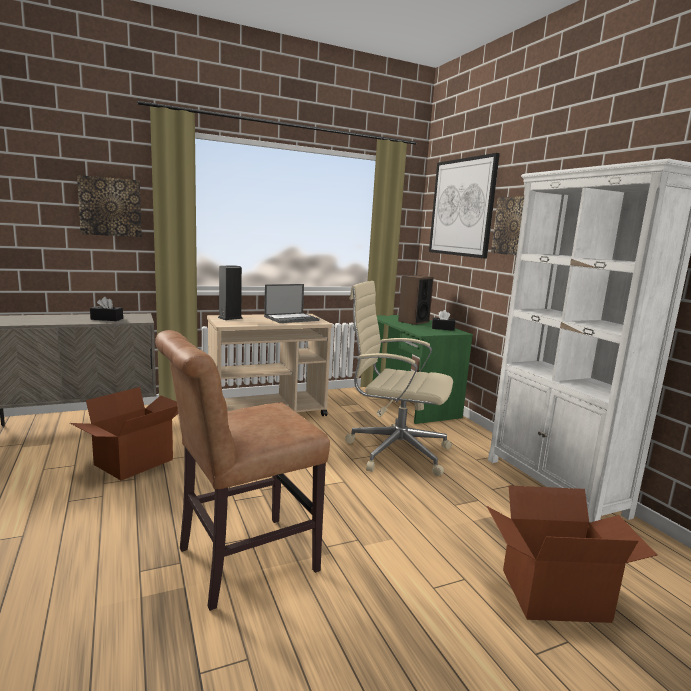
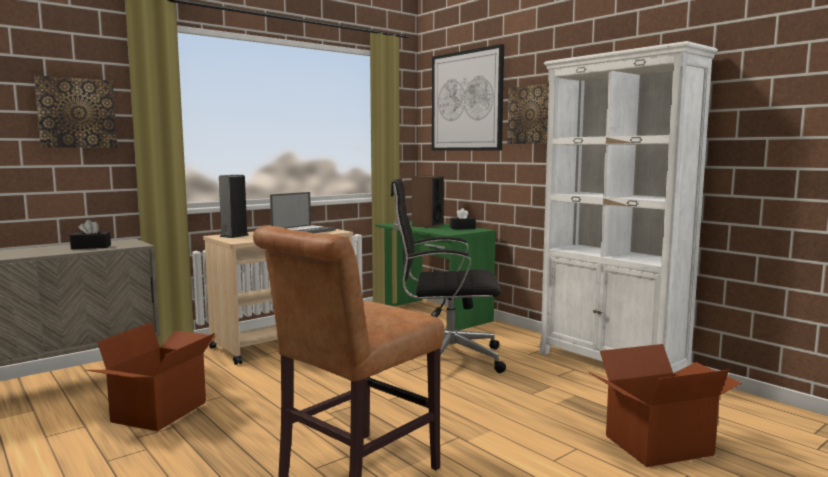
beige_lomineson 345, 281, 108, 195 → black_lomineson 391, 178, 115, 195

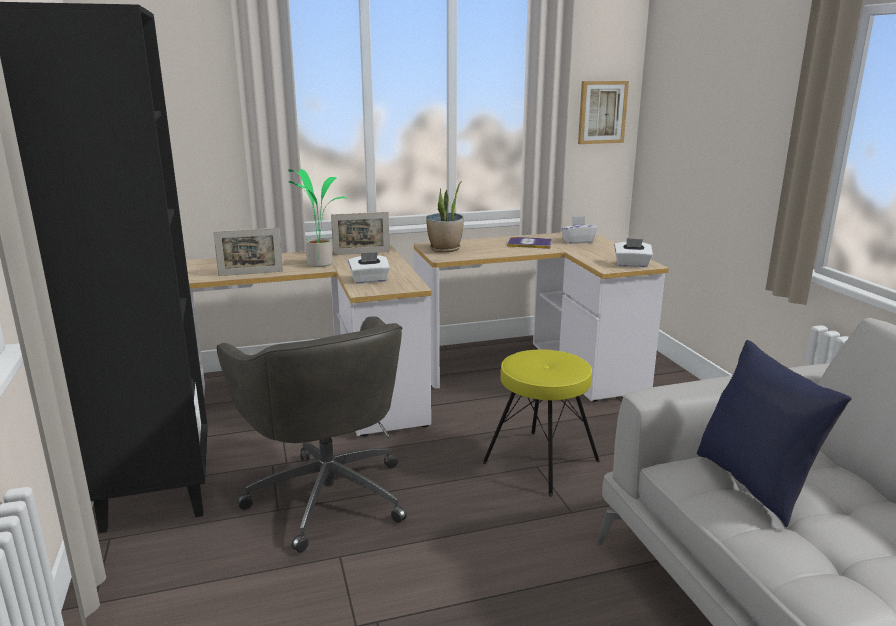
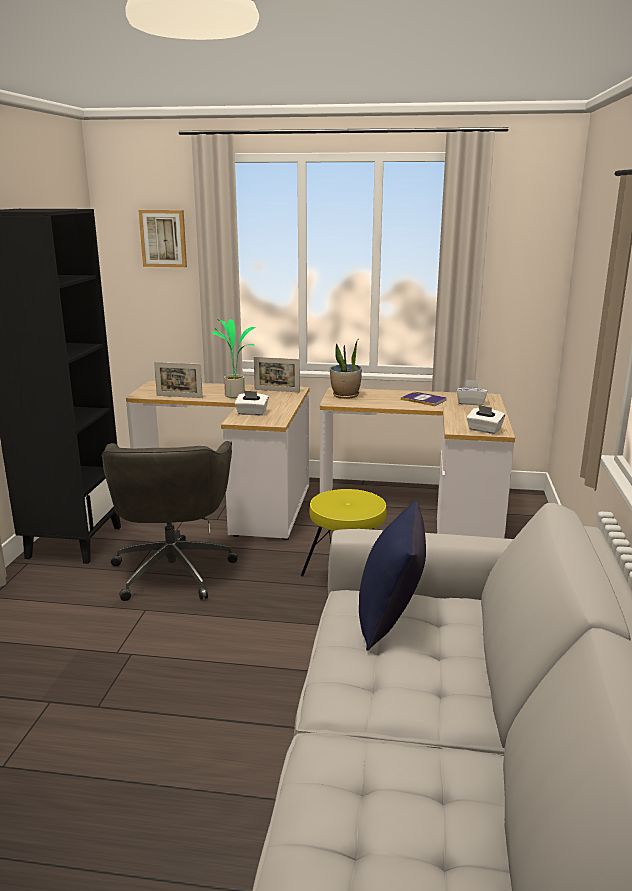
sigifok 578, 81, 51, 63 → sigifok 138, 210, 49, 57, shifted

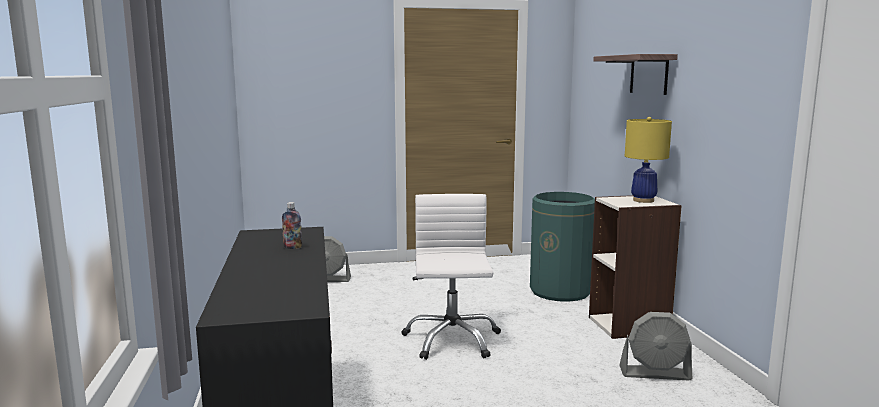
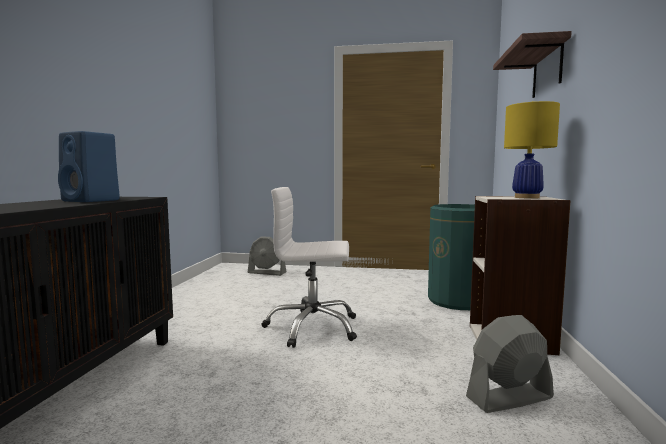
white_lomineson 402, 194, 99, 166 → white_lomineson 261, 187, 96, 161, 105 degrees counterclockwise
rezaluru 282, 202, 20, 47 → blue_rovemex 58, 131, 62, 71
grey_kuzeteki 619, 312, 73, 69 → grey_kuzeteki 466, 315, 88, 98, 135 degrees clockwise

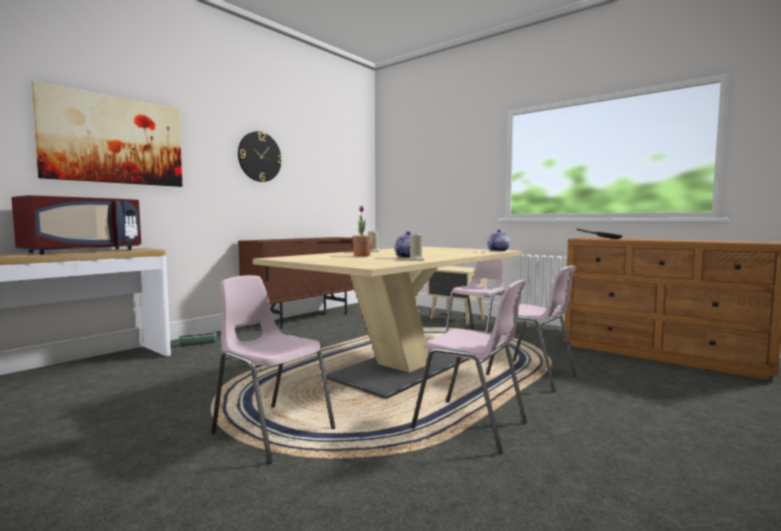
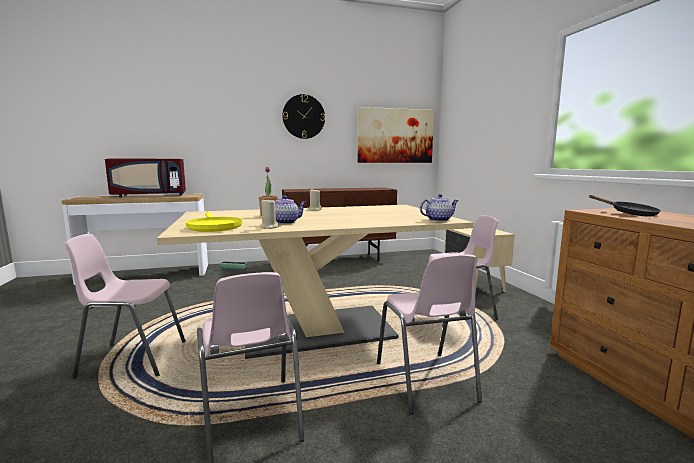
sigifok 31, 81, 151, 106 → sigifok 357, 107, 77, 56, shifted
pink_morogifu 211, 275, 124, 189 → pink_morogifu 64, 234, 122, 144, 75 degrees counterclockwise
- → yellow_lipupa 186, 212, 56, 20

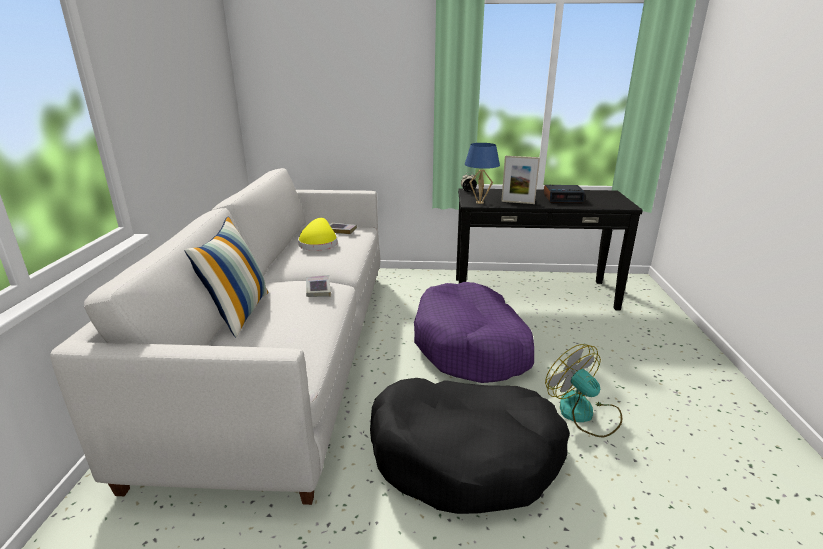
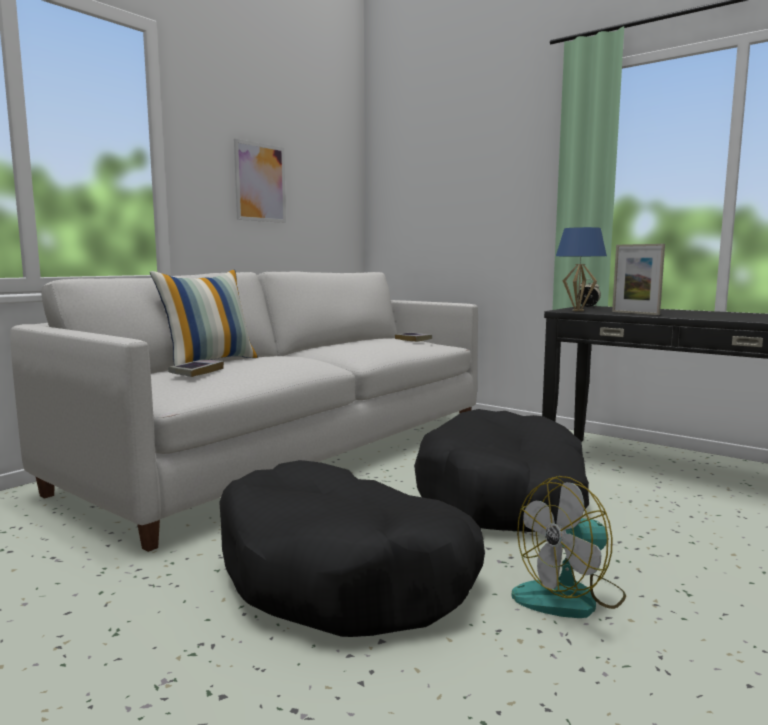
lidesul 543, 185, 42, 19 → -
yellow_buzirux 298, 218, 40, 33 → -
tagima 306, 275, 25, 22 → tagima 168, 360, 56, 17, shifted
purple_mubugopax 414, 282, 120, 101 → black_mubugopax 414, 409, 175, 123
kuzeteki 545, 344, 77, 93 → kuzeteki 512, 476, 114, 142, 120 degrees counterclockwise
- → sigifok 234, 139, 52, 84

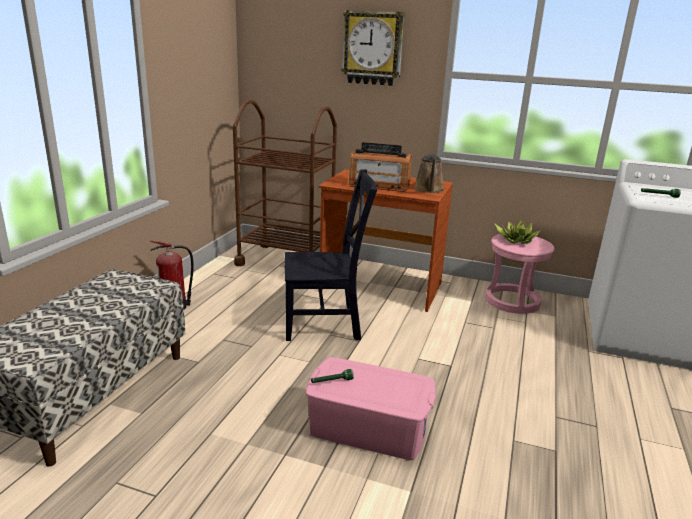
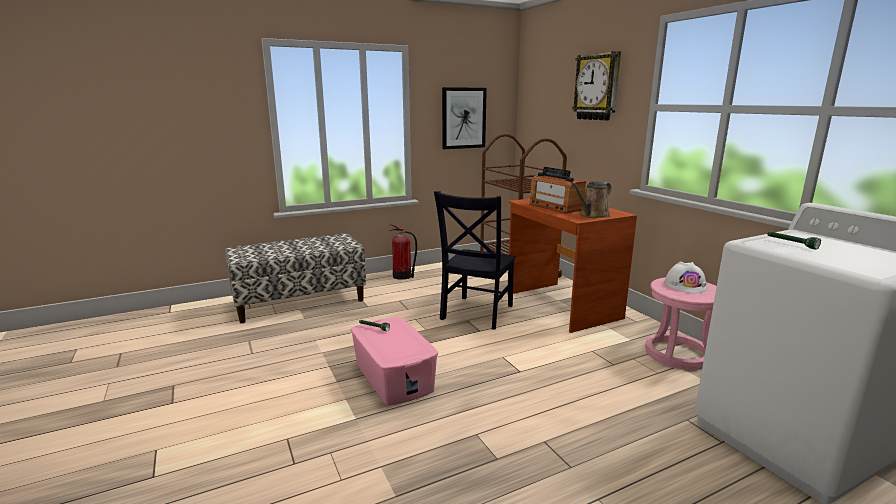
black_morogifu 284, 169, 94, 172 → black_morogifu 434, 191, 82, 139, 75 degrees clockwise
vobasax 494, 220, 46, 24 → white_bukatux 664, 262, 43, 31
- → sigifok 442, 87, 45, 62

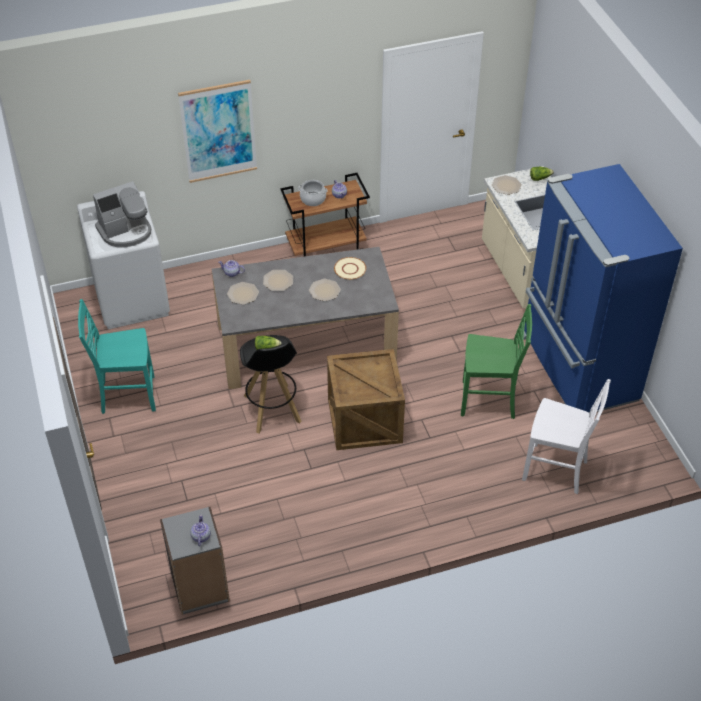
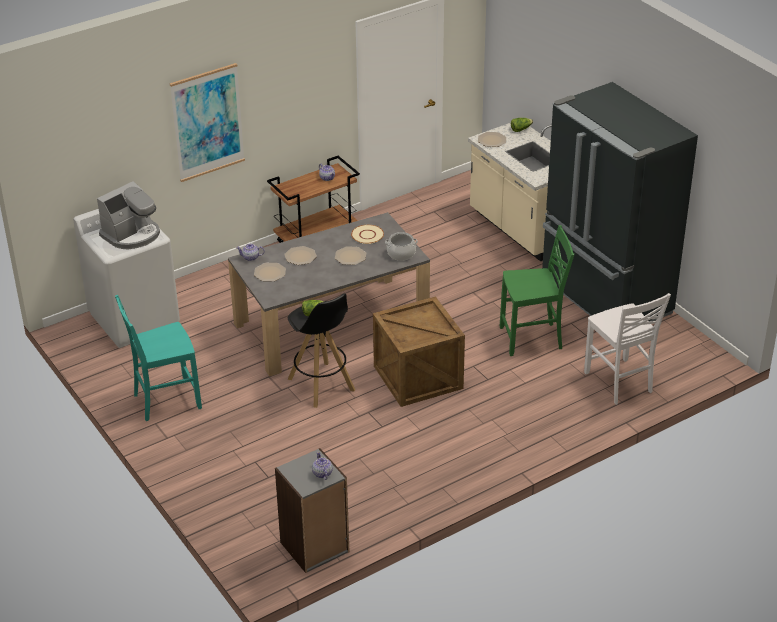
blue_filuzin 523, 164, 160, 249 → black_filuzin 542, 82, 156, 239
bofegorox 298, 180, 30, 26 → bofegorox 385, 232, 33, 29, shifted
white_morogifu 522, 379, 89, 115 → white_morogifu 584, 293, 87, 112, 60 degrees clockwise

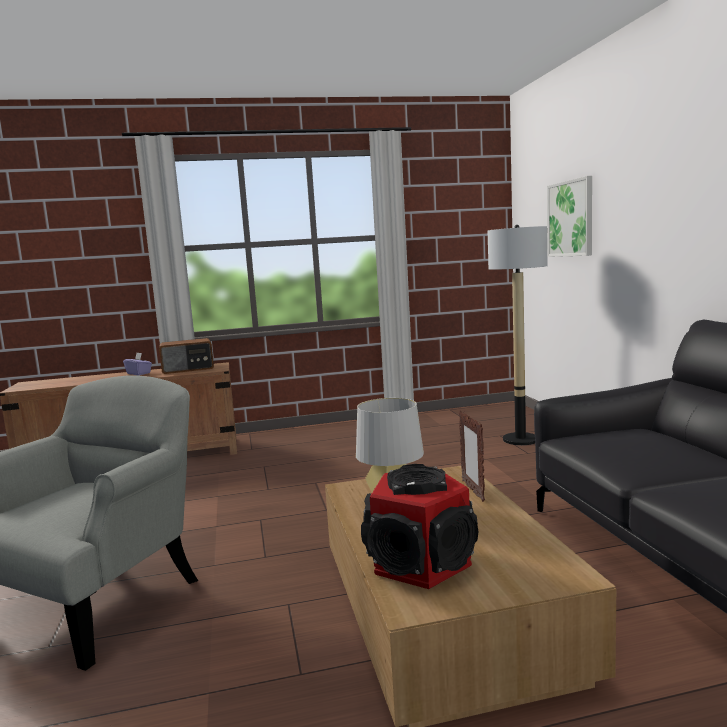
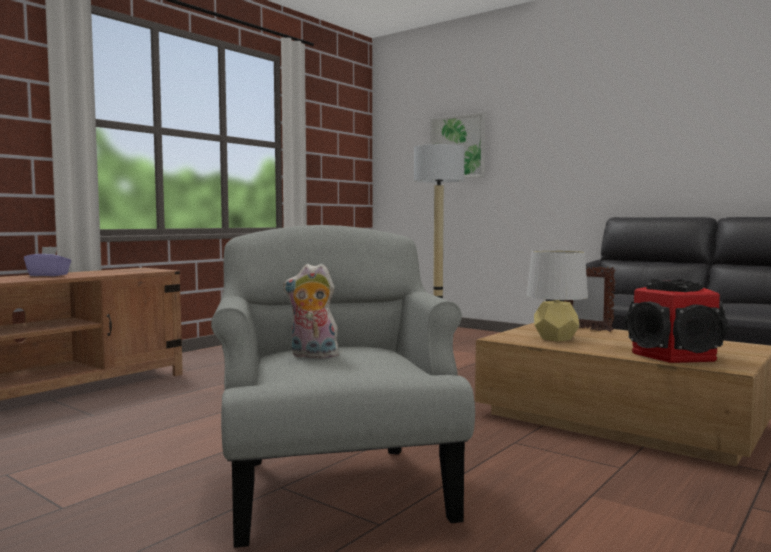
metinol 159, 338, 55, 36 → -
- → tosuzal 283, 263, 56, 97

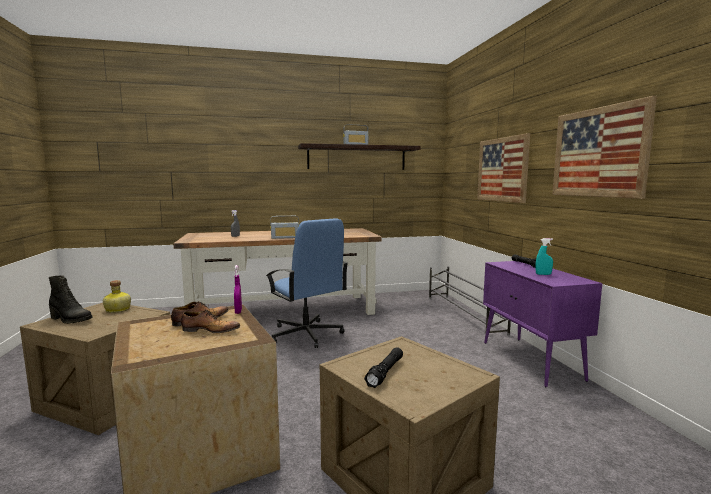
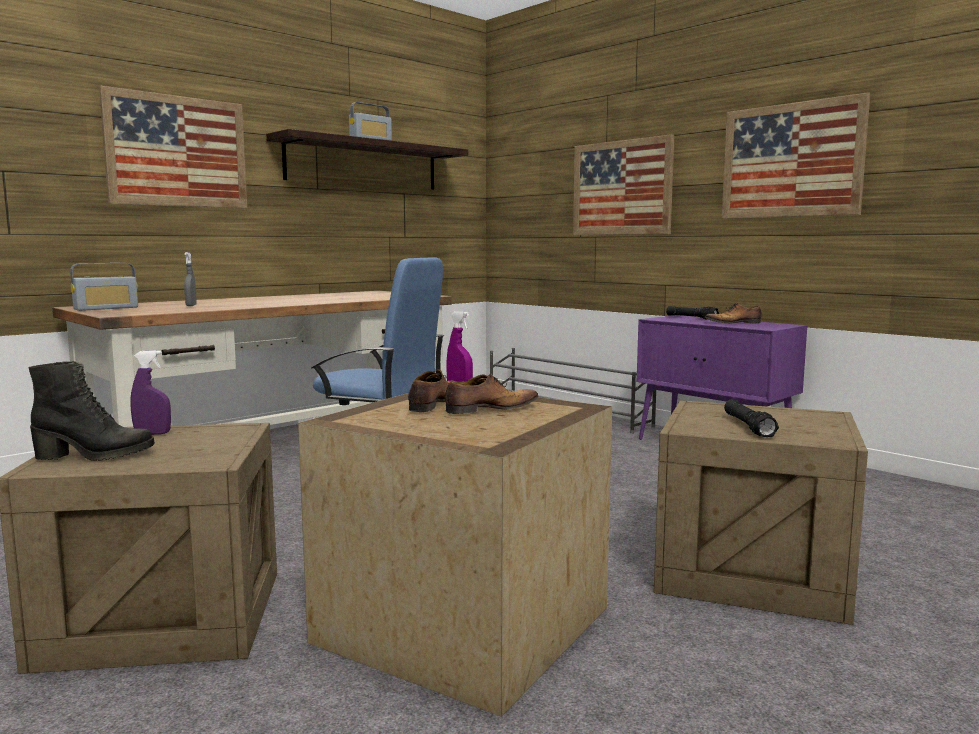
metinol 270, 216, 29, 23 → metinol 70, 263, 68, 48, shifted
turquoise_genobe 536, 238, 17, 37 → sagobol 705, 303, 57, 21
rezaluru 103, 280, 28, 33 → purple_genobe 131, 350, 40, 85
- → sigifok 99, 85, 148, 123

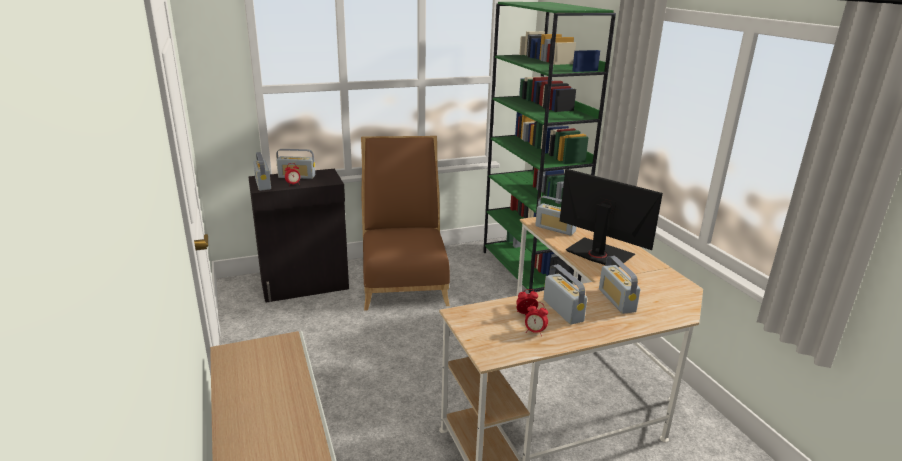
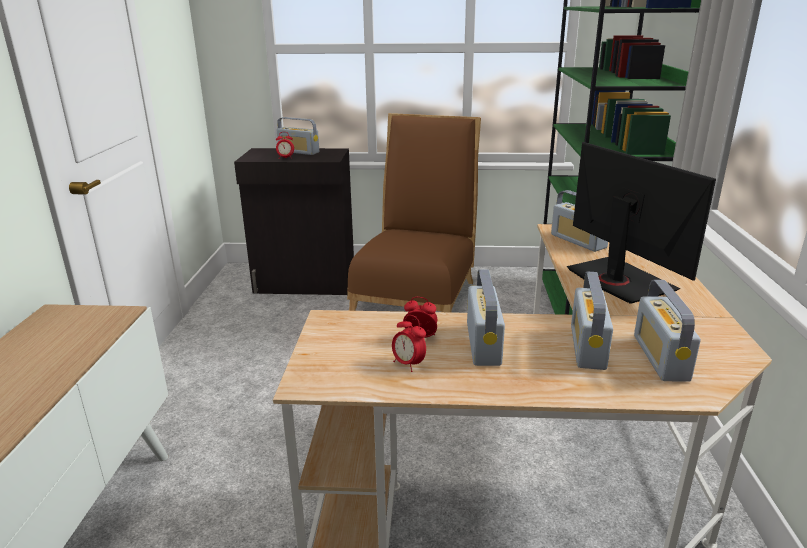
metinol 253, 152, 18, 39 → metinol 634, 280, 67, 102, shifted

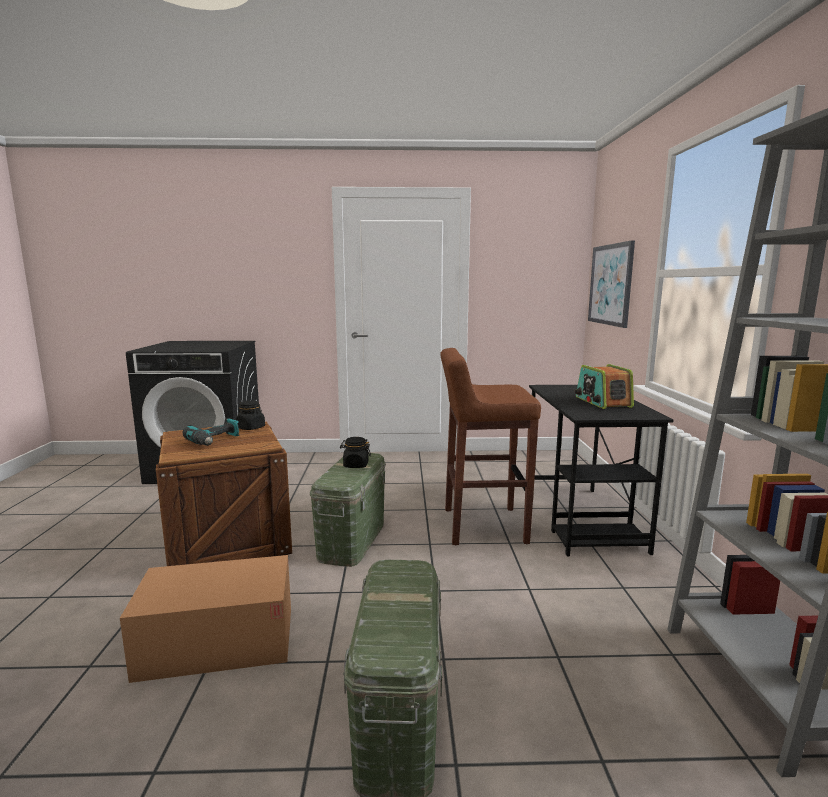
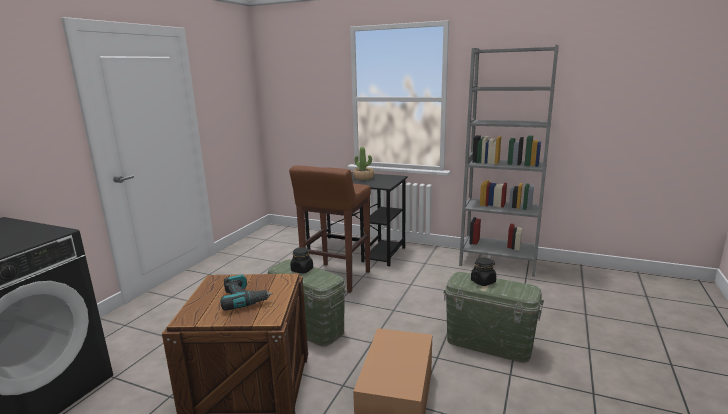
sigifok 588, 240, 47, 88 → -
metinol 575, 364, 59, 45 → vobasax 353, 147, 21, 33
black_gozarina 236, 401, 29, 29 → black_gozarina 471, 257, 25, 29, shifted

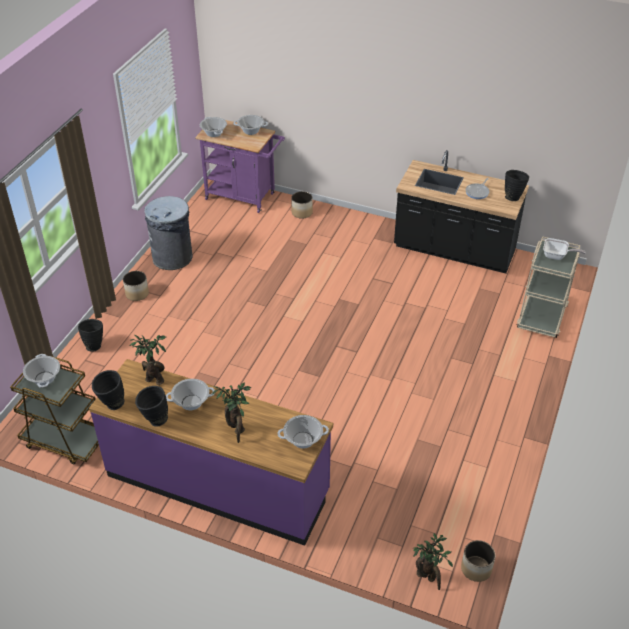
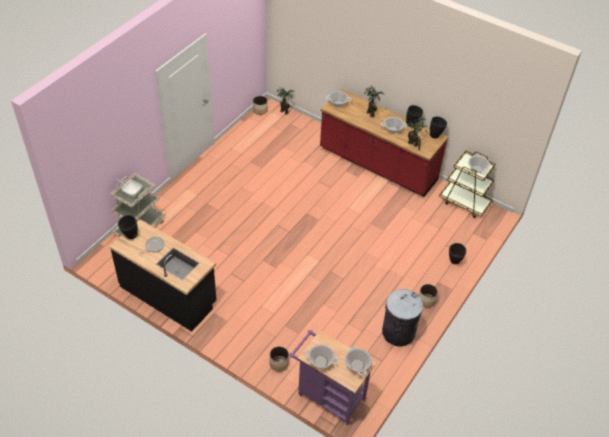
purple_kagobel 89, 359, 244, 187 → red_kagobel 320, 89, 128, 108

